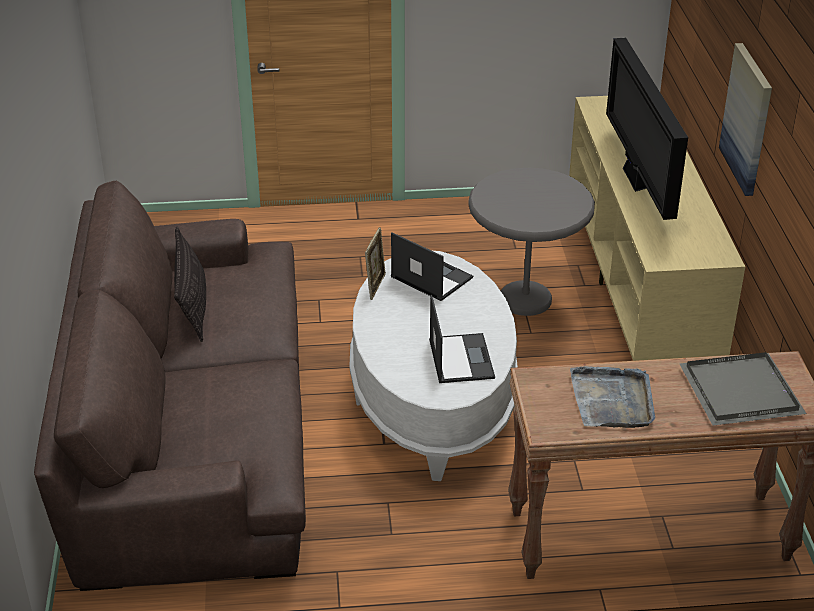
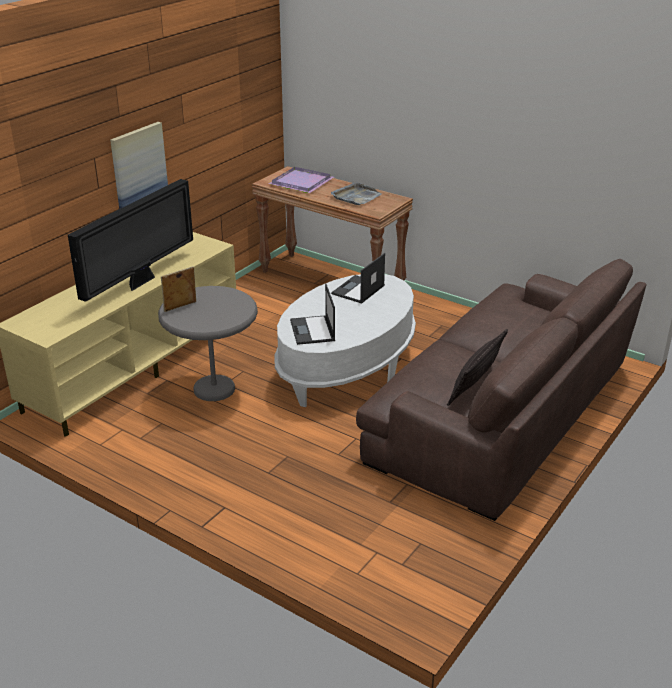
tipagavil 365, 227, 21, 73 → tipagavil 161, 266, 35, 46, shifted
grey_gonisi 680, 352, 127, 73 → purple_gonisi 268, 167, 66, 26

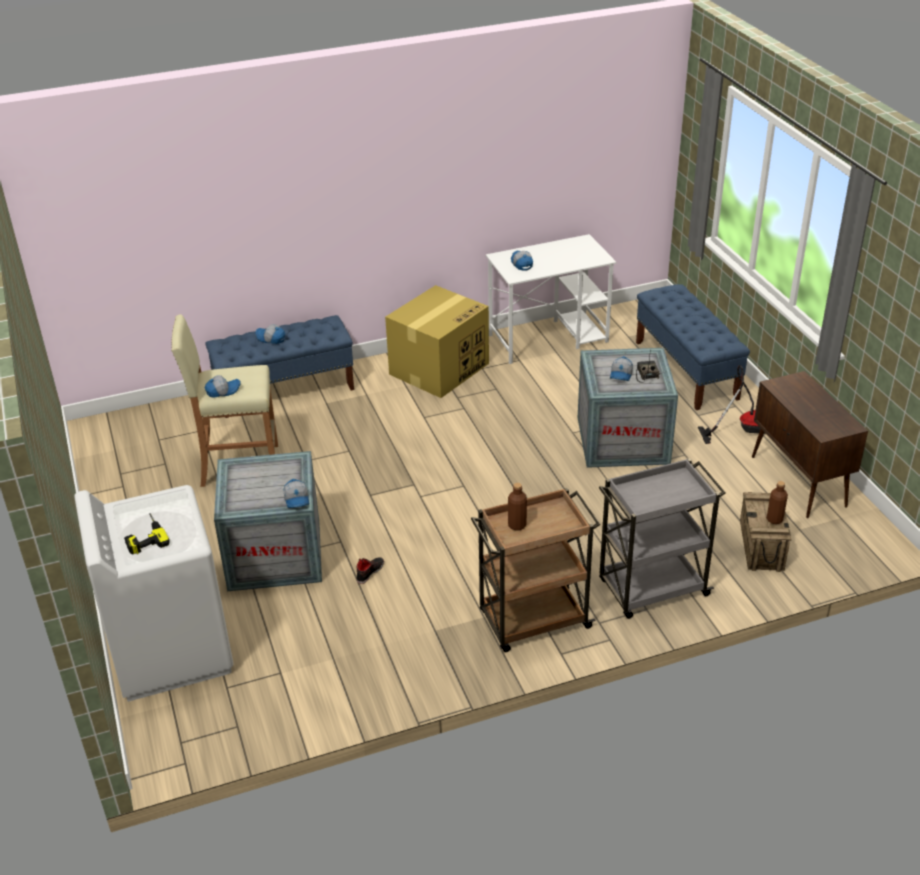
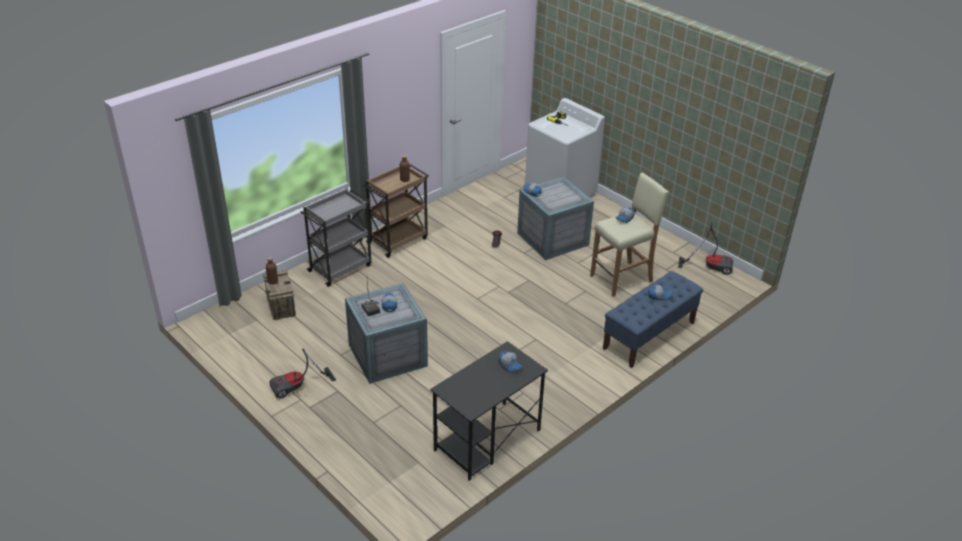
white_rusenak 486, 234, 130, 130 → black_rusenak 430, 341, 118, 140
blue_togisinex 636, 284, 114, 126 → -
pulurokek 385, 285, 104, 113 → -
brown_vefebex 752, 371, 116, 147 → -
- → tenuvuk 678, 223, 55, 52

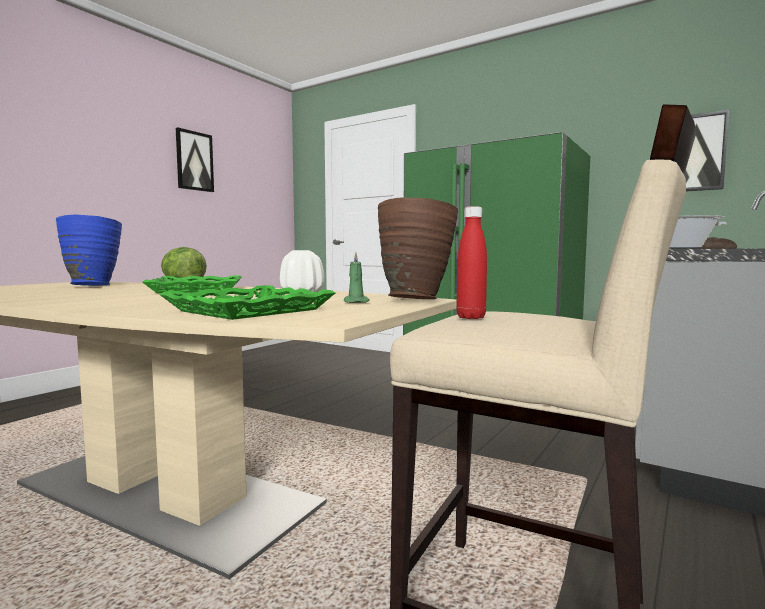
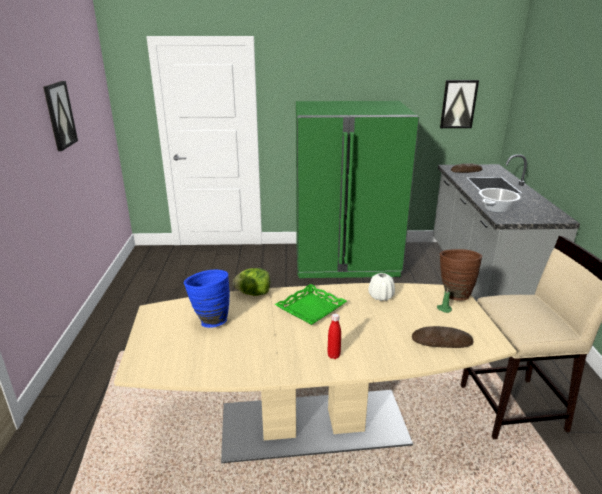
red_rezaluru 456, 206, 31, 113 → red_rezaluru 327, 313, 14, 46, shifted
green_gonisi 159, 285, 176, 35 → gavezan 412, 326, 61, 22

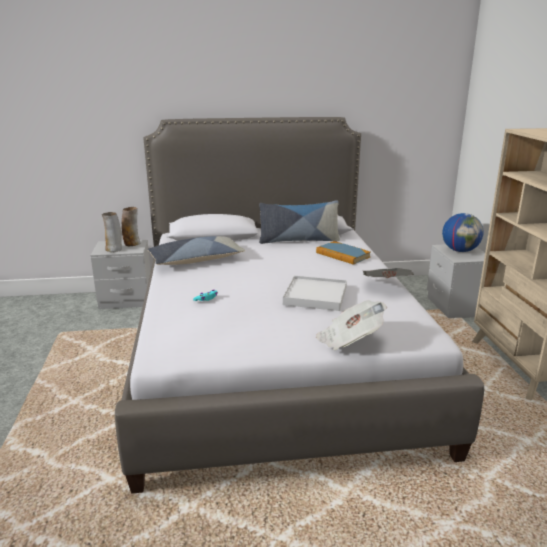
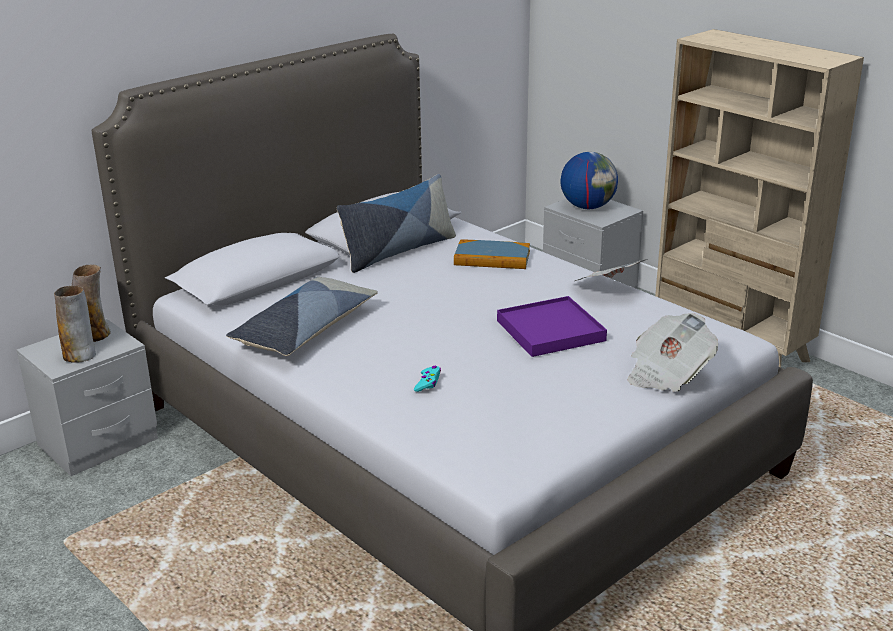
white_gonisi 283, 276, 64, 35 → purple_gonisi 497, 296, 110, 61

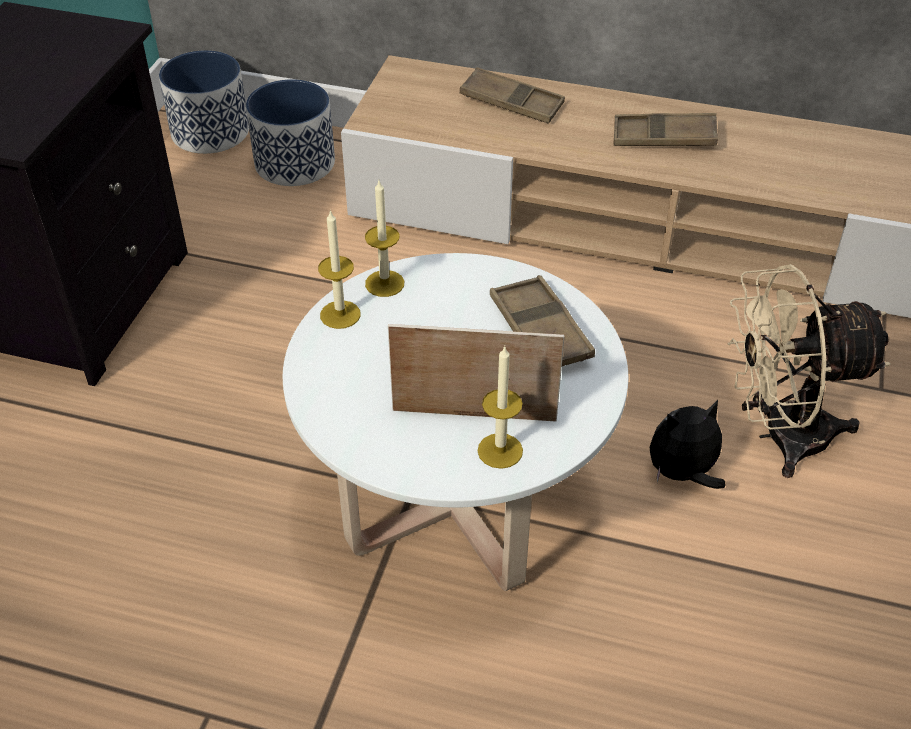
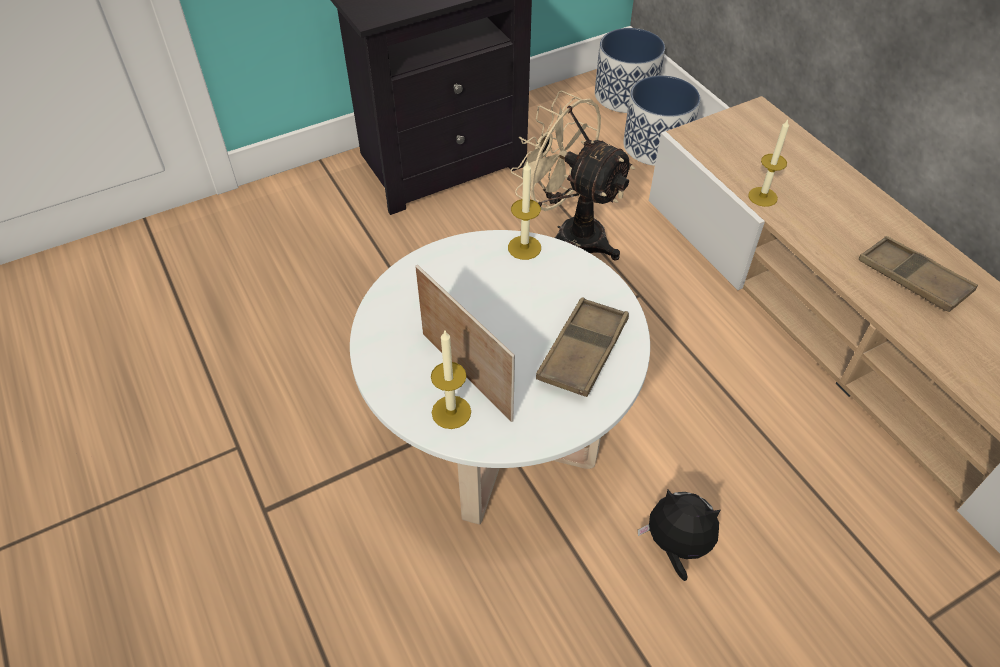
brown_gonisi 460, 67, 105, 57 → -
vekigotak 318, 210, 43, 119 → vekigotak 748, 120, 41, 87, shifted
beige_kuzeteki 728, 264, 163, 214 → beige_kuzeteki 510, 90, 125, 170, shifted

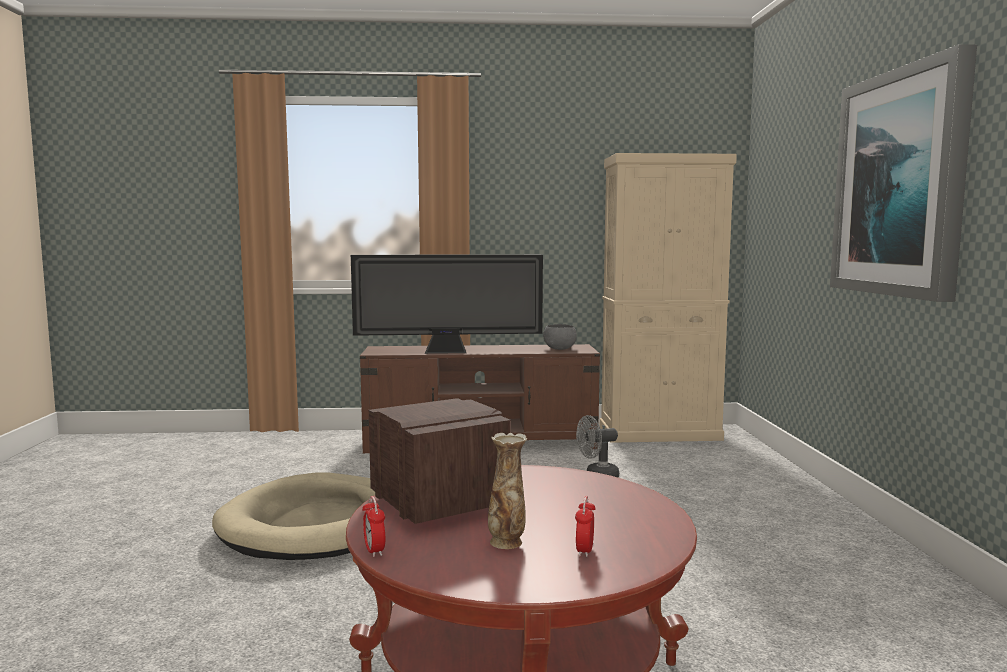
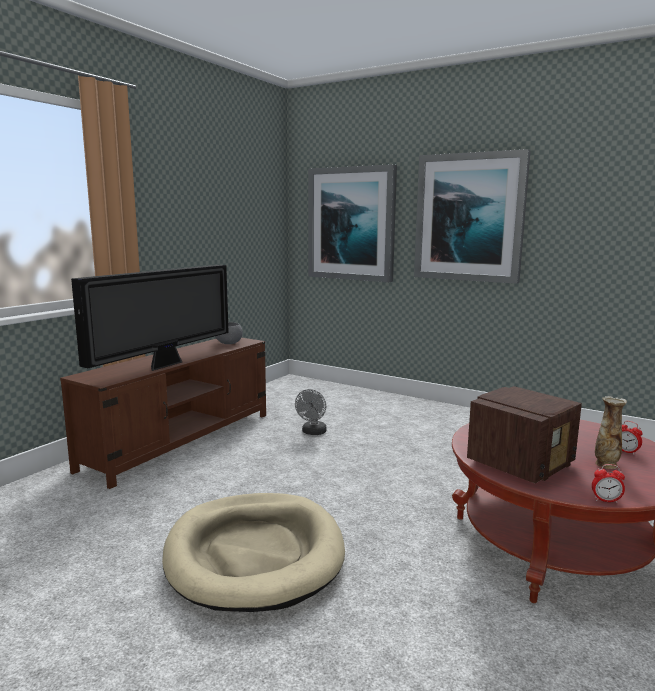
beige_vefebex 600, 153, 137, 290 → -
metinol 369, 398, 142, 126 → metinol 467, 386, 115, 97, 135 degrees clockwise
- → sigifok 308, 164, 89, 118

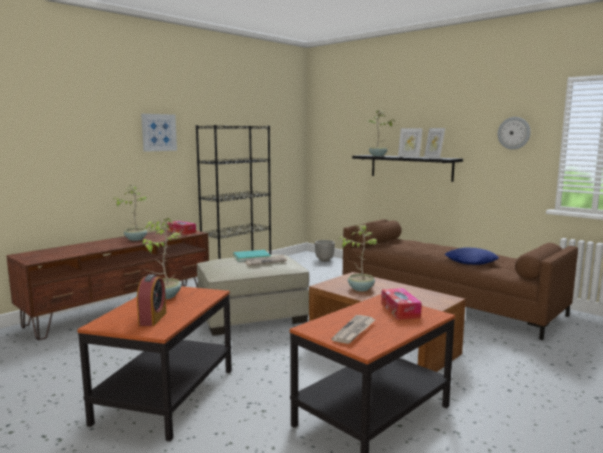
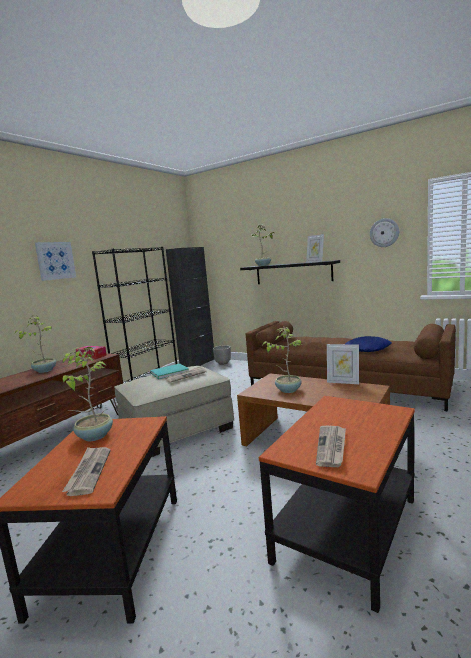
tipagavil 398, 128, 25, 30 → tipagavil 327, 344, 32, 40, shifted
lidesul 137, 275, 29, 51 → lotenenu 62, 447, 48, 49
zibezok 381, 288, 41, 32 → -
- → black_vefebex 166, 247, 49, 120

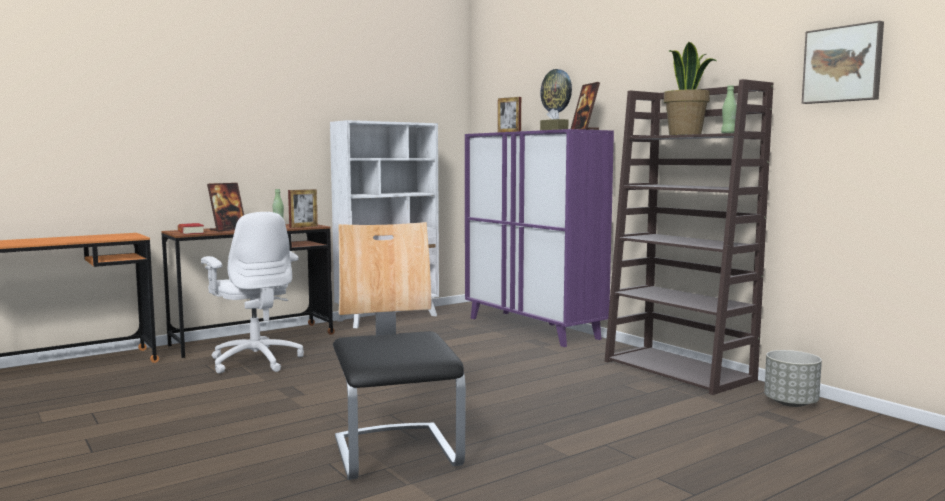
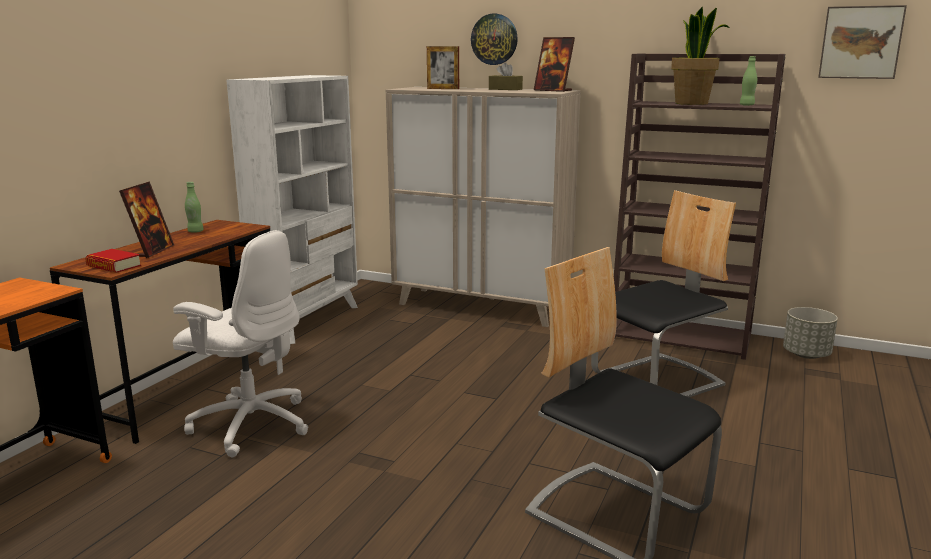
purple_vefebex 465, 129, 149, 218 → beige_vefebex 386, 87, 195, 240
tipagavil 288, 189, 30, 39 → -
- → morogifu 591, 190, 145, 207

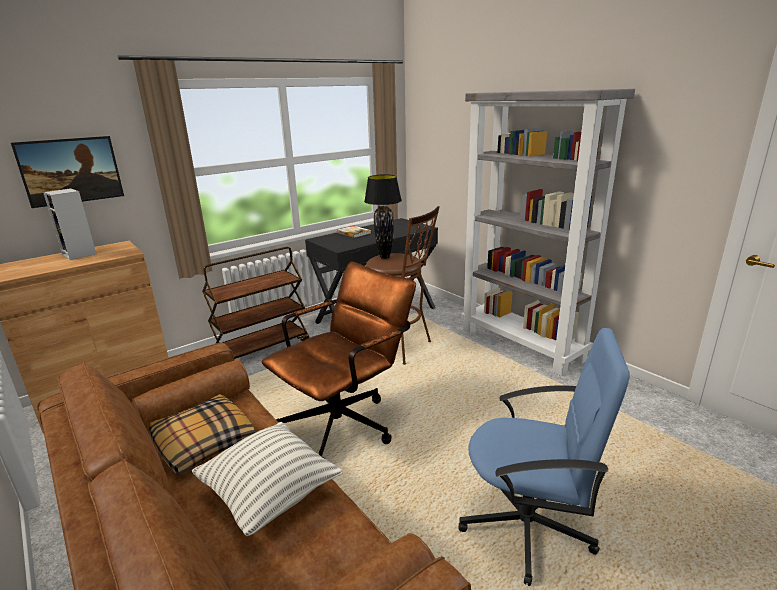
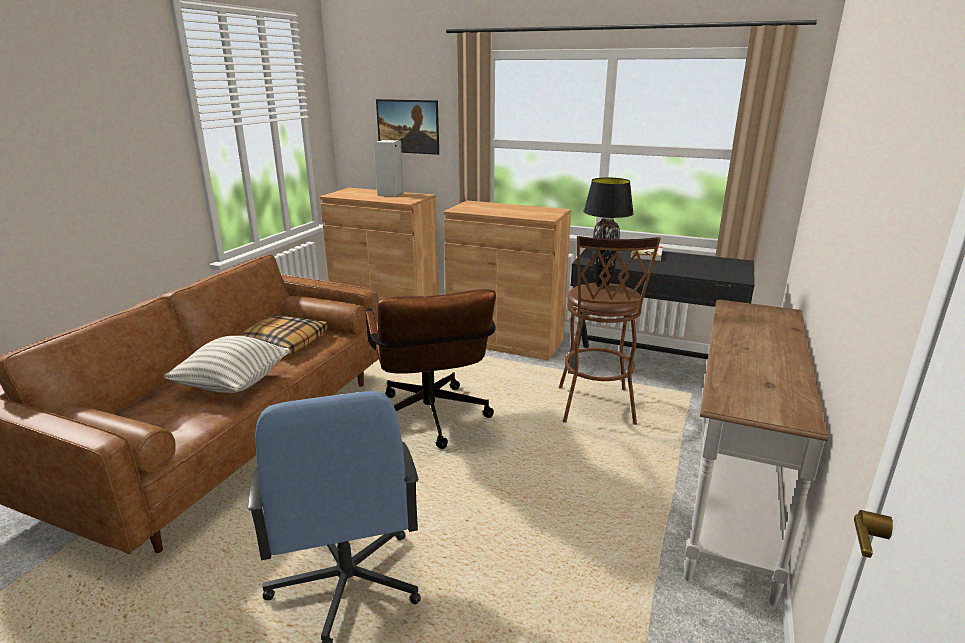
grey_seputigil 461, 89, 174, 287 → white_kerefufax 684, 300, 144, 306
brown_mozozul 202, 247, 107, 112 → brown_vefebex 444, 201, 127, 159
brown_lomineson 262, 261, 154, 198 → brown_lomineson 365, 289, 131, 160, 60 degrees clockwise

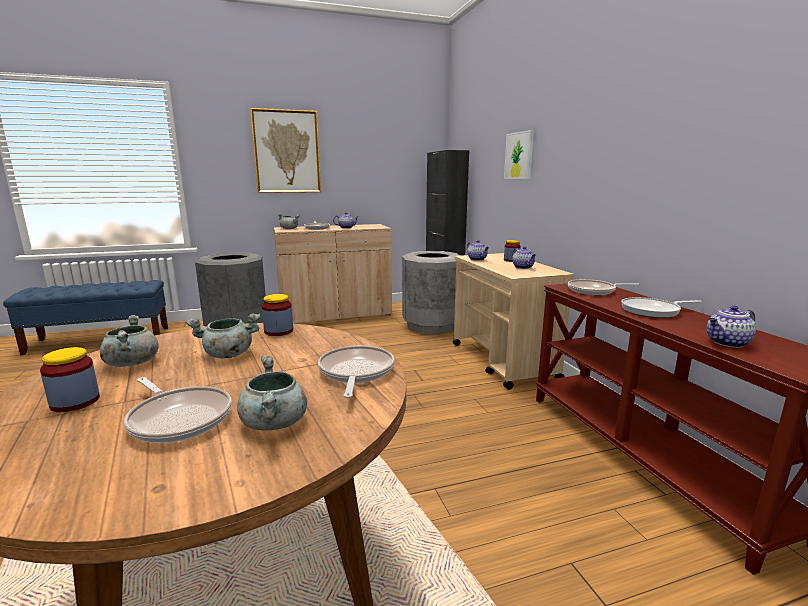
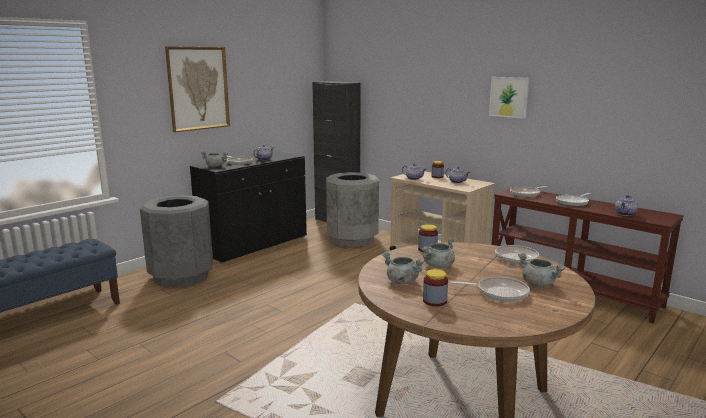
sigifok 504, 130, 30, 49 → sigifok 489, 77, 40, 42, shifted
beige_vefebex 274, 224, 118, 99 → black_vefebex 190, 151, 117, 113

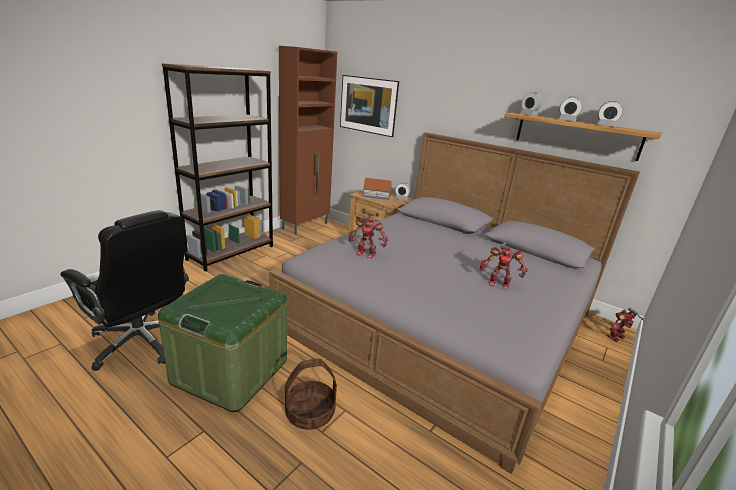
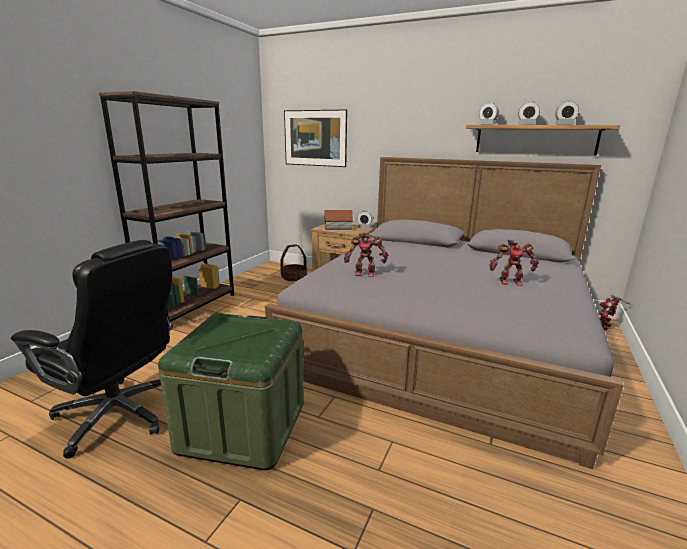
brown_vefebex 279, 46, 58, 189 → -
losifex 285, 359, 52, 71 → losifex 280, 244, 27, 37, shifted

